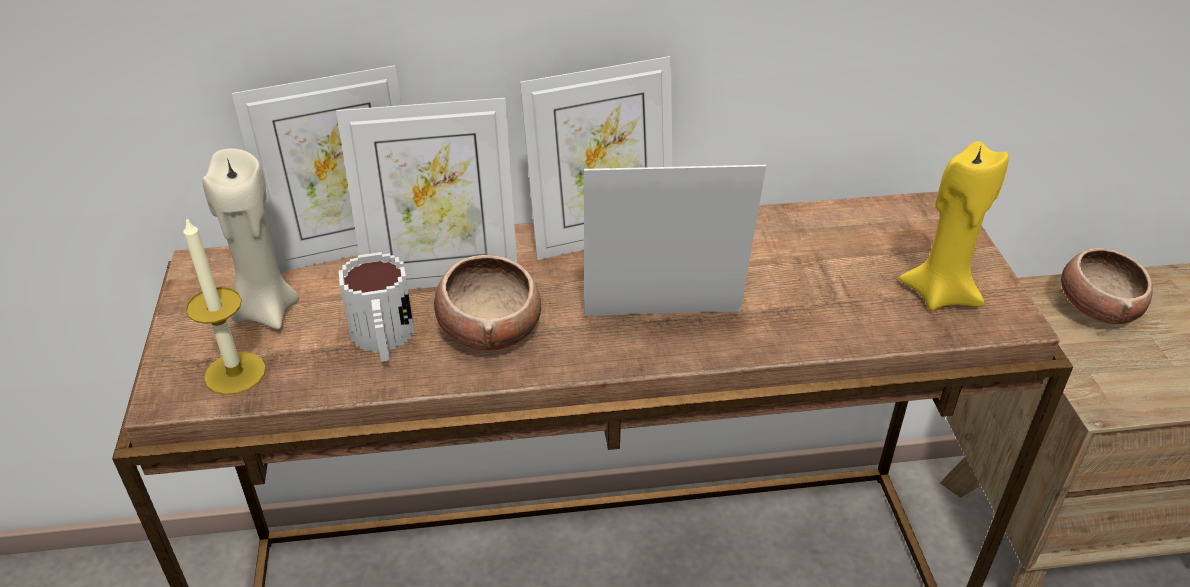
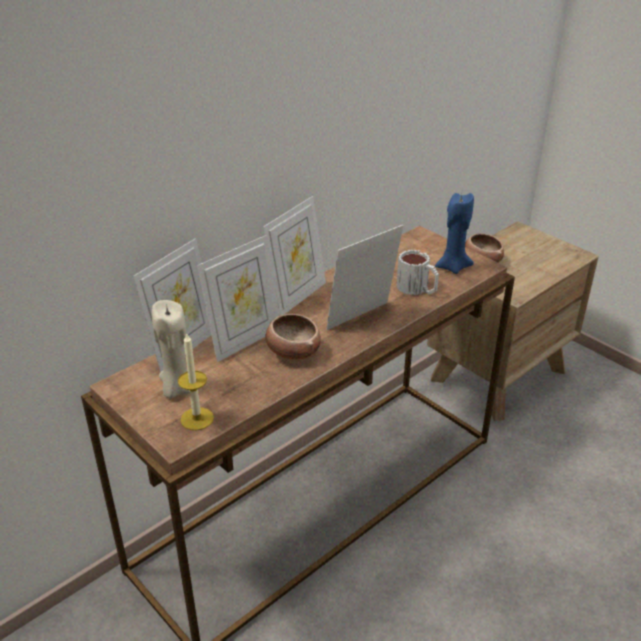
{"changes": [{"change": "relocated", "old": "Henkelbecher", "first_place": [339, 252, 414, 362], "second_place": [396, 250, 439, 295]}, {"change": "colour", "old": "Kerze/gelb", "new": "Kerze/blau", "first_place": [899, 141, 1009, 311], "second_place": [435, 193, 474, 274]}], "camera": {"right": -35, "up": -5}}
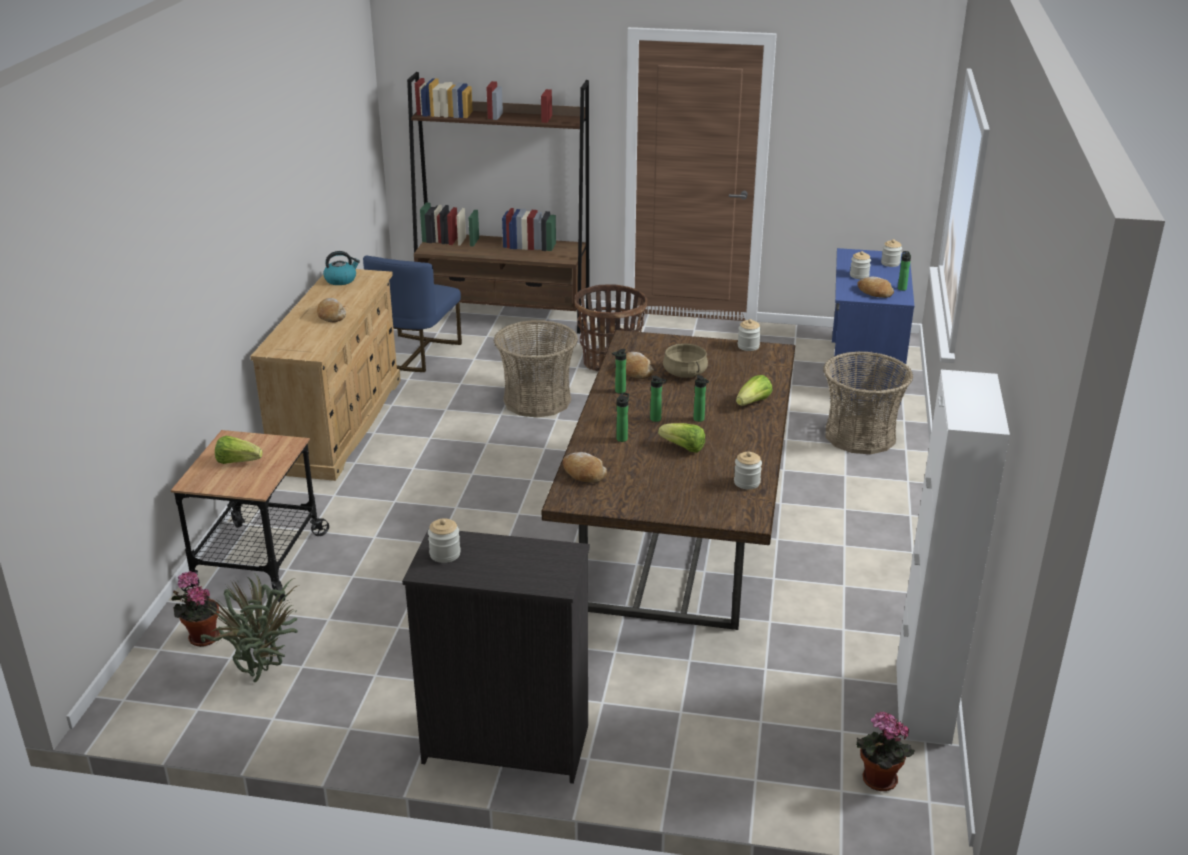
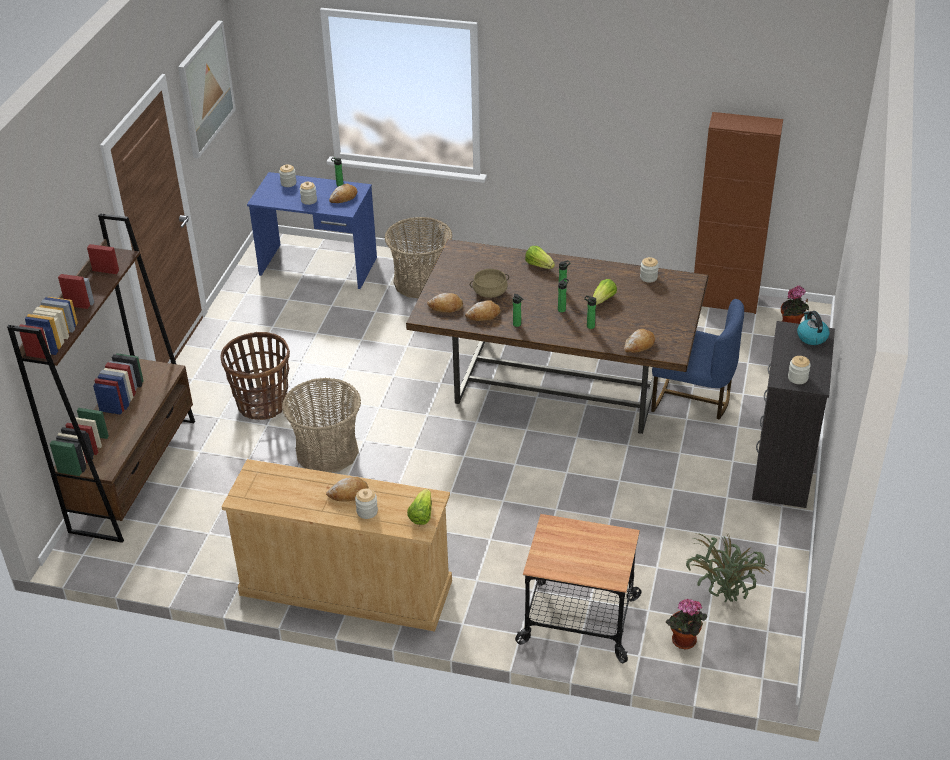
{"changes": [{"change": "appeared", "new": "Bild", "second_place": [178, 21, 236, 159]}, {"change": "relocated", "old": "Vorratsglas", "first_place": [738, 319, 761, 351], "second_place": [355, 488, 378, 519]}, {"change": "relocated", "old": "Salatkopf", "first_place": [215, 436, 263, 464], "second_place": [407, 489, 432, 525]}, {"change": "appeared", "new": "Brot", "second_place": [427, 293, 463, 313]}, {"change": "relocated", "old": "Stuhl/blau", "first_place": [363, 255, 462, 372], "second_place": [651, 299, 744, 419]}, {"change": "colour", "old": "Schrank/weiß", "new": "Schrank/braun", "first_place": [896, 370, 1010, 744], "second_place": [694, 112, 783, 314]}, {"change": "relocated", "old": "Wasserkessel", "first_place": [323, 251, 360, 285], "second_place": [797, 311, 830, 345]}], "camera": {"right": -85, "up": 10}}
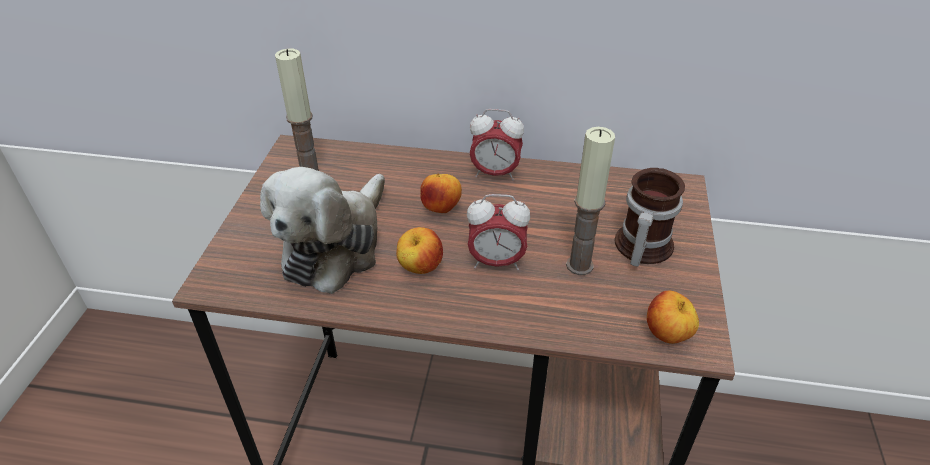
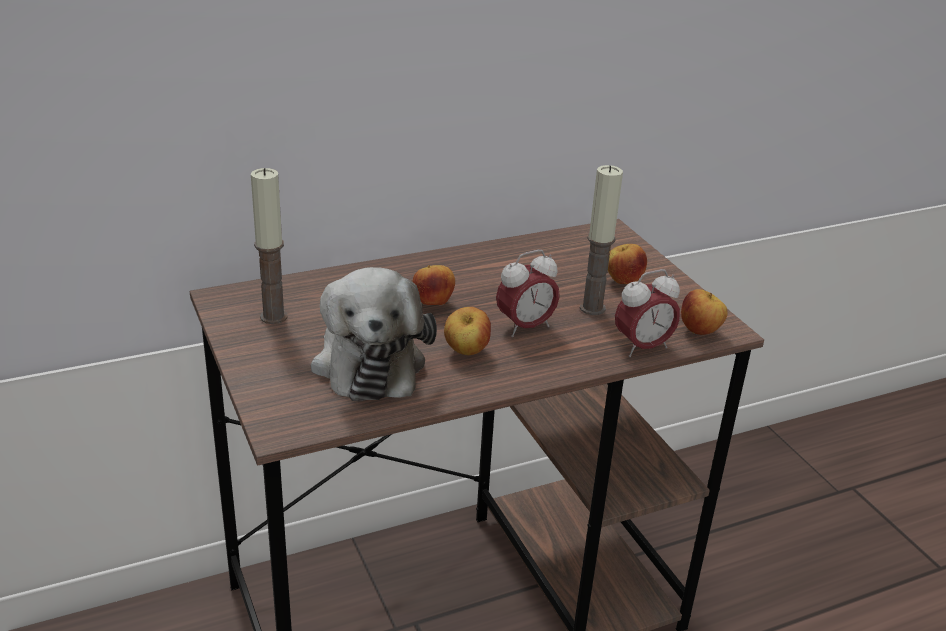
{"changes": [{"change": "exchanged", "old": "Henkelbecher", "new": "Apfel", "first_place": [615, 168, 685, 267], "second_place": [608, 244, 647, 284]}, {"change": "relocated", "old": "Wecker", "first_place": [470, 109, 524, 181], "second_place": [615, 269, 680, 357]}], "camera": {"right": -35, "up": -10}}
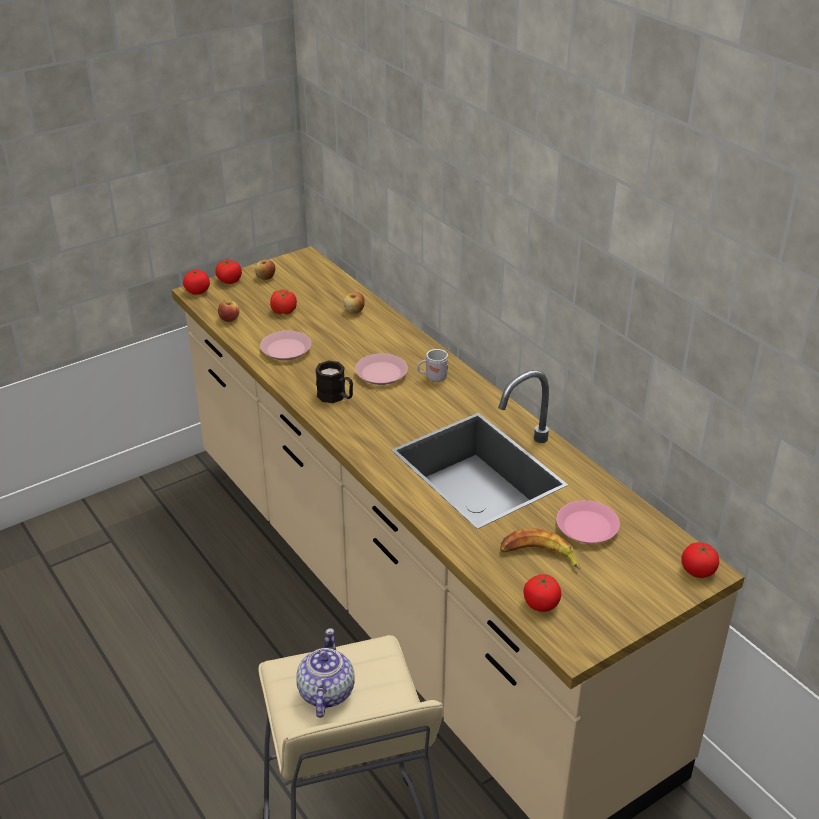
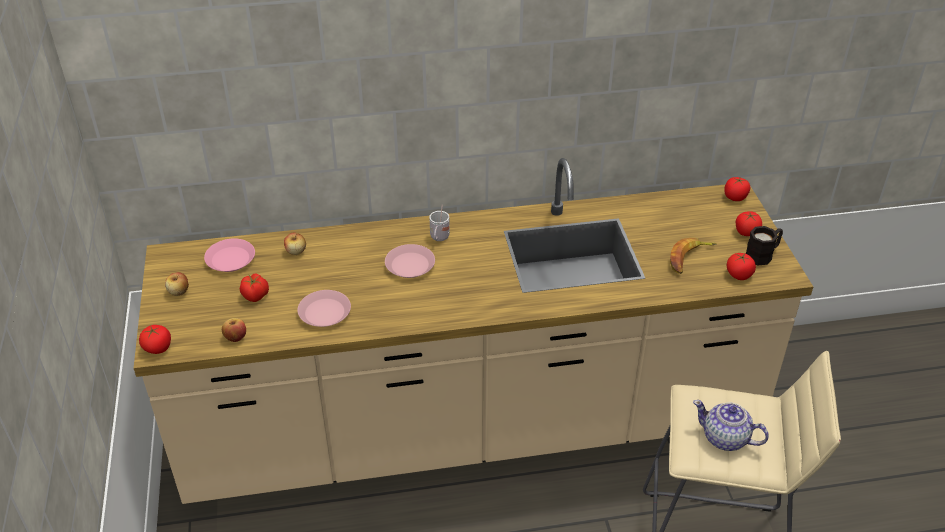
{"changes": [{"change": "relocated", "old": "Teller/rosa", "first_place": [556, 500, 620, 543], "second_place": [204, 239, 255, 272]}, {"change": "relocated", "old": "Tomate", "first_place": [216, 260, 242, 284], "second_place": [735, 211, 762, 236]}, {"change": "relocated", "old": "Henkelbecher/schwarz", "first_place": [315, 361, 353, 403], "second_place": [745, 226, 783, 265]}], "camera": {"right": -65, "up": 5}}
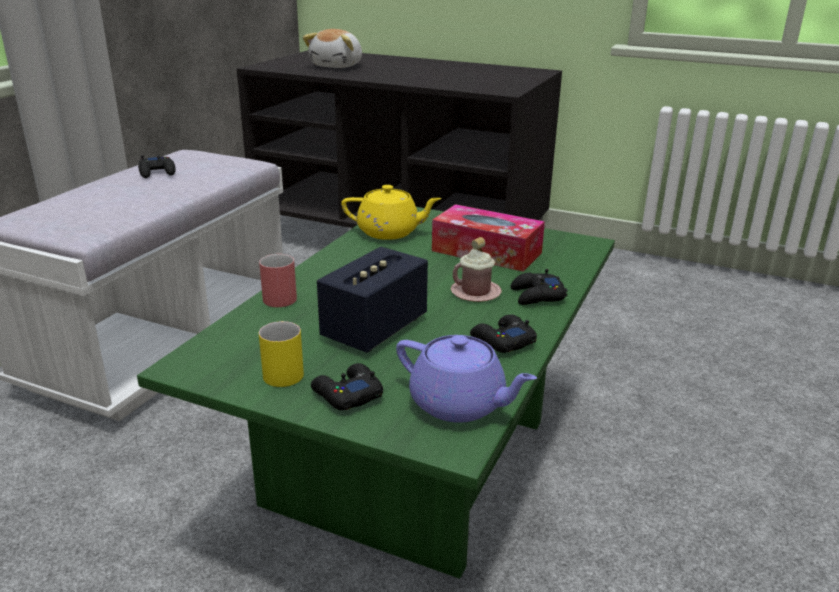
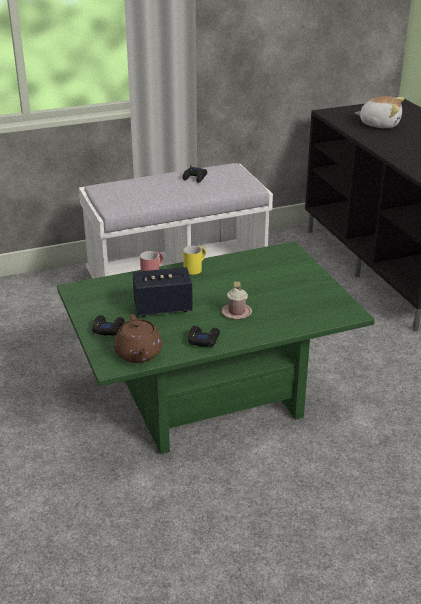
{"changes": [{"change": "colour", "old": "Teekanne/lila", "new": "Teekanne/braun", "first_place": [396, 335, 537, 423], "second_place": [114, 314, 162, 363]}, {"change": "relocated", "old": "Henkelbecher/gelb", "first_place": [259, 321, 304, 387], "second_place": [183, 246, 206, 275]}, {"change": "spun", "old": "Plüschtier", "first_place": [303, 29, 362, 68], "second_place": [355, 96, 404, 128], "degrees": -135}, {"change": "missing", "old": "Teekanne/gelb", "first_place": [341, 185, 442, 240]}, {"change": "missing", "old": "Taschentuchbox", "first_place": [432, 204, 545, 272]}, {"change": "missing", "old": "Gamepad/schwarz", "first_place": [511, 269, 568, 305]}], "camera": {"right": 45, "up": 5}}
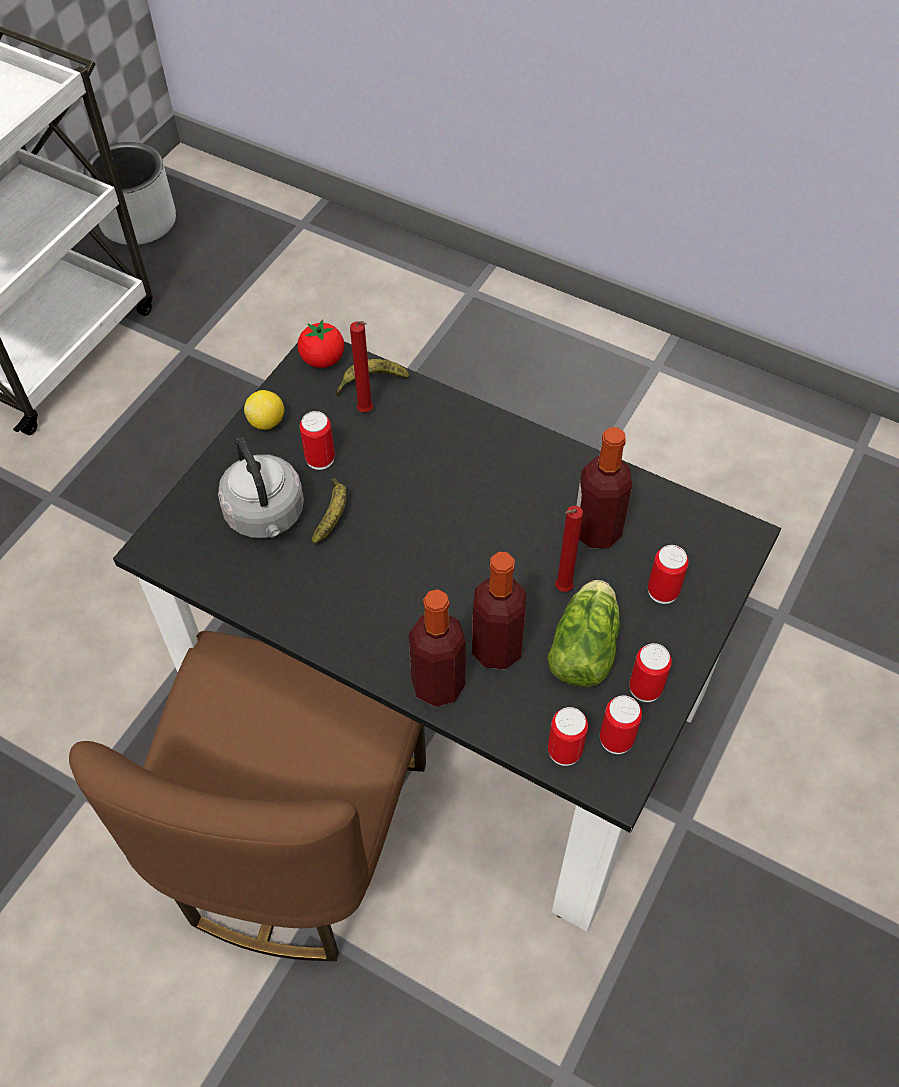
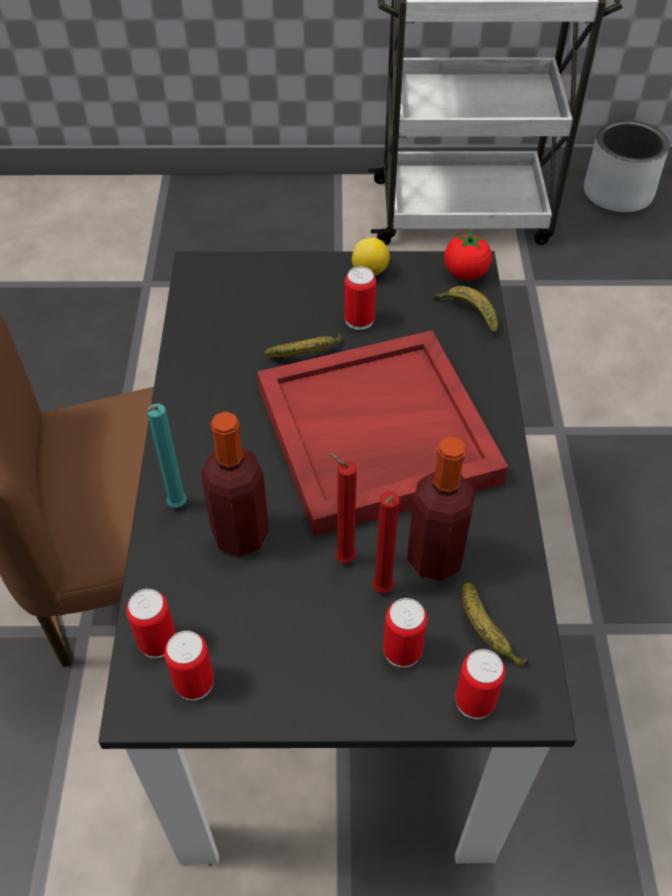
{"changes": [{"change": "exchanged", "old": "Flasche", "new": "Kerze/türkis", "first_place": [409, 589, 466, 707], "second_place": [145, 403, 187, 508]}, {"change": "appeared", "new": "Tablett/rot", "second_place": [257, 330, 508, 536]}, {"change": "relocated", "old": "Kerze/rot", "first_place": [350, 321, 373, 413], "second_place": [373, 491, 400, 593]}, {"change": "relocated", "old": "Dose", "first_place": [629, 643, 672, 702], "second_place": [455, 649, 505, 719]}, {"change": "appeared", "new": "Banane", "second_place": [462, 583, 529, 666]}, {"change": "missing", "old": "Wasserkessel/grau", "first_place": [218, 437, 304, 538]}, {"change": "missing", "old": "Salatkopf", "first_place": [547, 580, 620, 687]}], "camera": {"right": 60, "up": -5}}
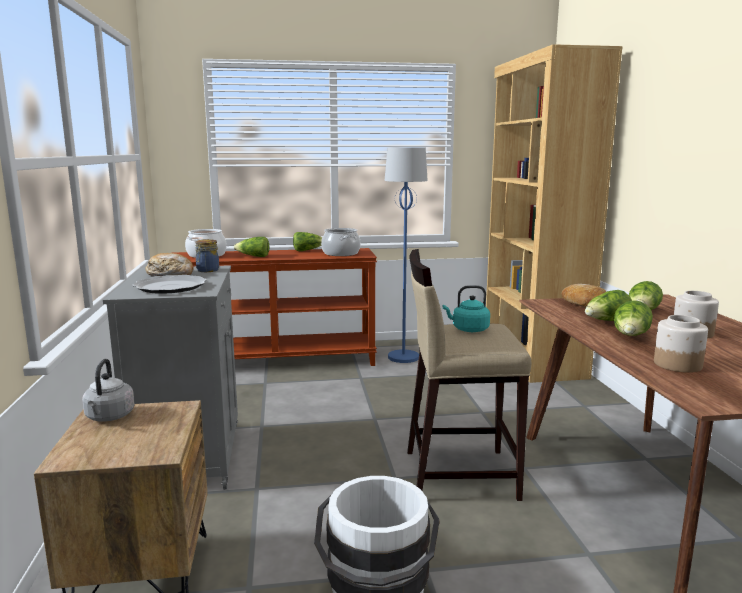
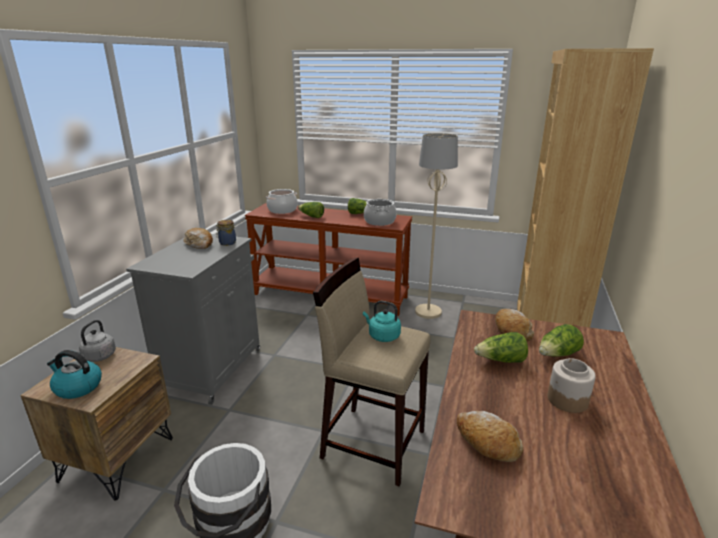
{"changes": [{"change": "appeared", "new": "Wasserkessel", "second_place": [47, 350, 102, 399]}, {"change": "colour", "old": "Stehlampe/blau", "new": "Stehlampe/beige", "first_place": [385, 147, 428, 363], "second_place": [415, 133, 458, 319]}, {"change": "exchanged", "old": "Vorratsglas", "new": "Brot", "first_place": [654, 315, 708, 373], "second_place": [457, 411, 523, 462]}, {"change": "missing", "old": "Teller", "first_place": [133, 275, 207, 294]}, {"change": "missing", "old": "Salatkopf", "first_place": [614, 300, 653, 336]}], "camera": {"right": 25, "up": 10}}
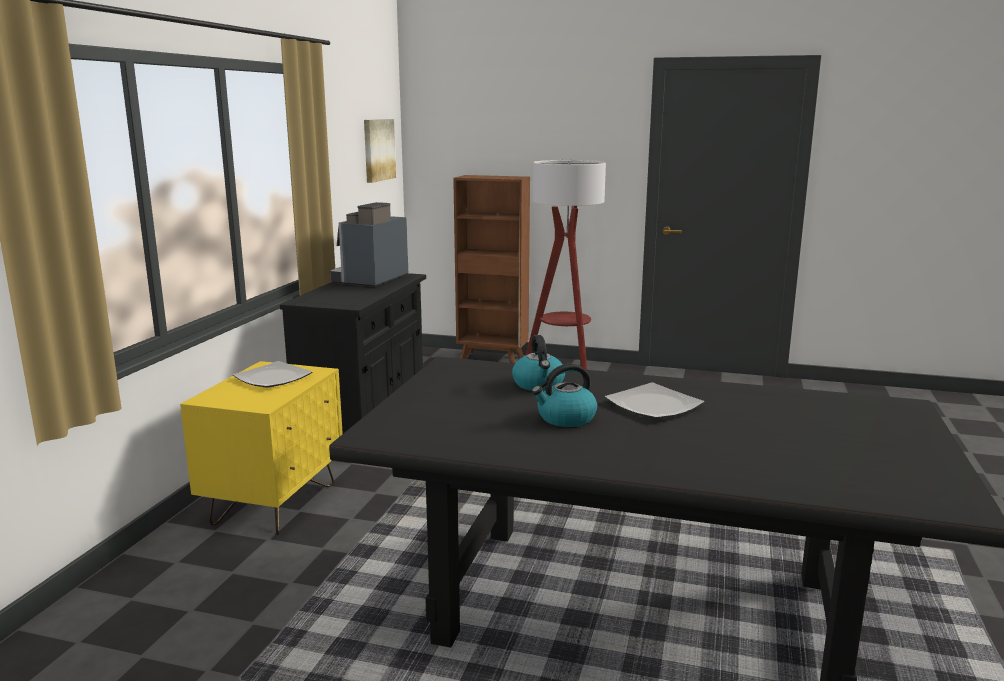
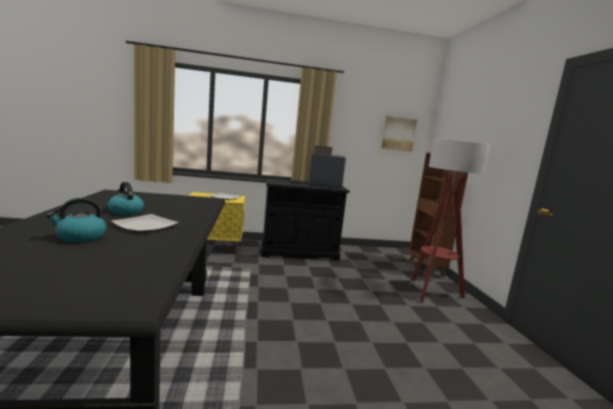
{"changes": [{"change": "relocated", "old": "Wasserkessel", "first_place": [512, 335, 565, 391], "second_place": [46, 198, 106, 243]}], "camera": {"right": 65, "up": -5}}
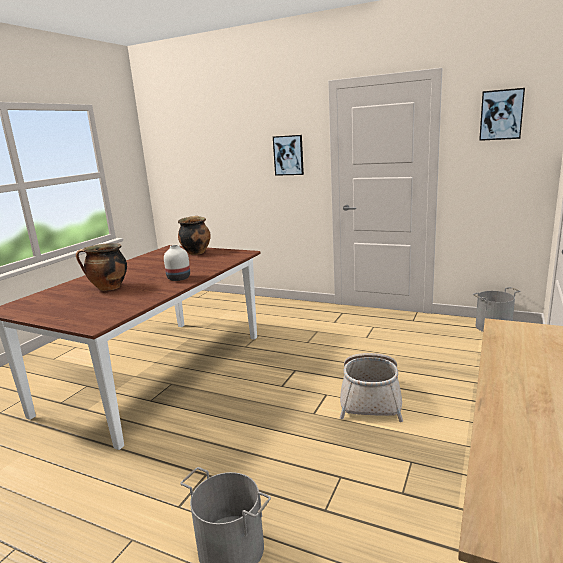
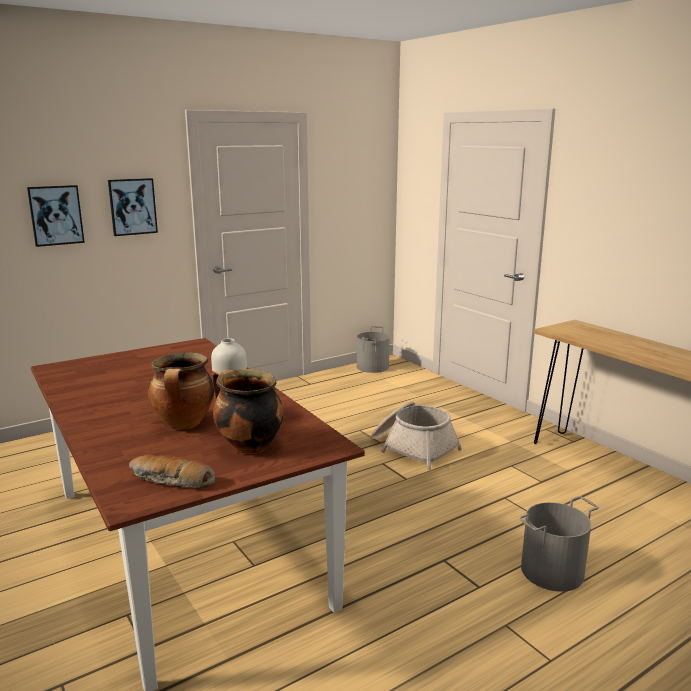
{"changes": [{"change": "relocated", "old": "Bild", "first_place": [479, 88, 525, 141], "second_place": [27, 185, 85, 247]}, {"change": "appeared", "new": "Brot", "second_place": [129, 454, 215, 488]}, {"change": "relocated", "old": "Kochtopf", "first_place": [178, 216, 211, 255], "second_place": [212, 369, 283, 454]}], "camera": {"right": -60, "up": 0}}
